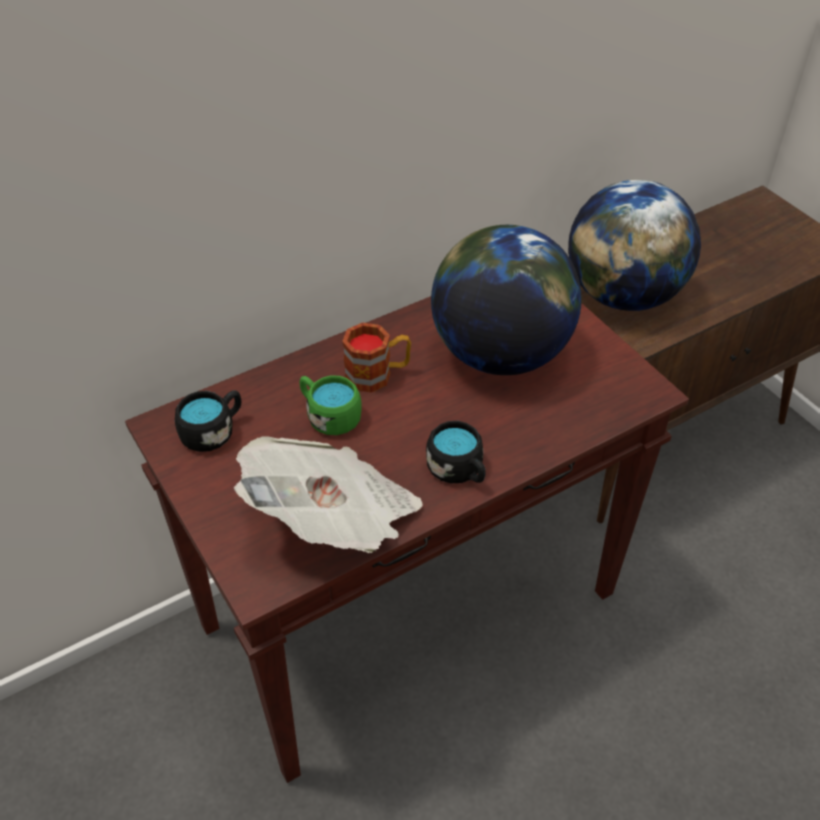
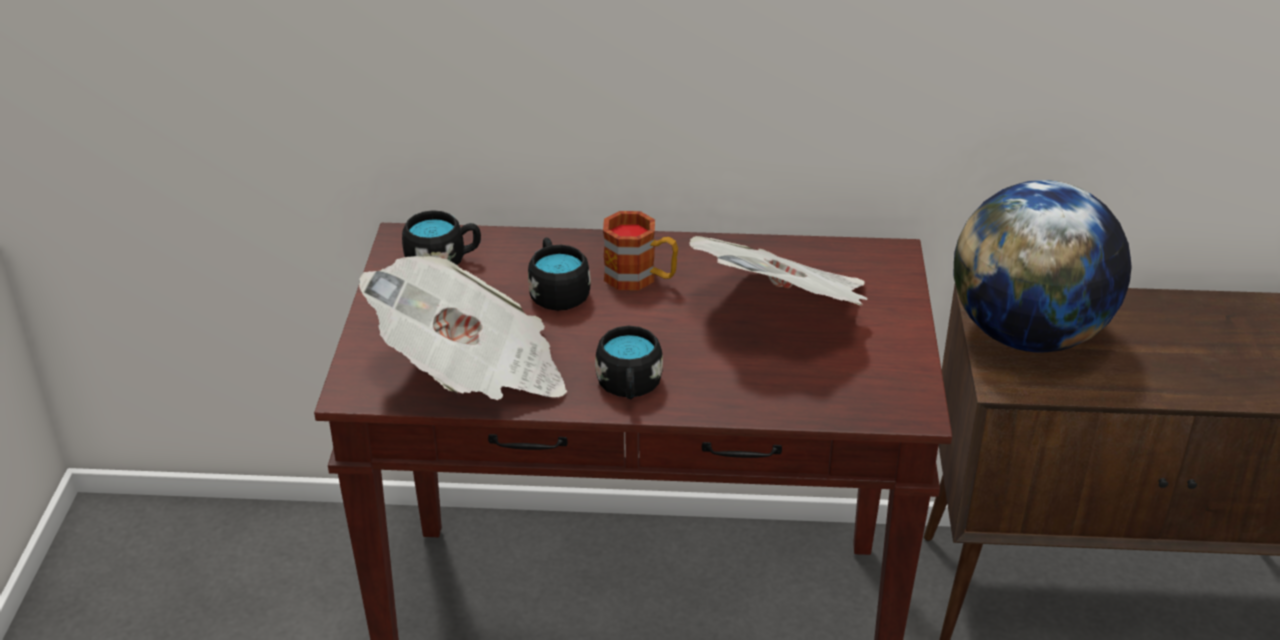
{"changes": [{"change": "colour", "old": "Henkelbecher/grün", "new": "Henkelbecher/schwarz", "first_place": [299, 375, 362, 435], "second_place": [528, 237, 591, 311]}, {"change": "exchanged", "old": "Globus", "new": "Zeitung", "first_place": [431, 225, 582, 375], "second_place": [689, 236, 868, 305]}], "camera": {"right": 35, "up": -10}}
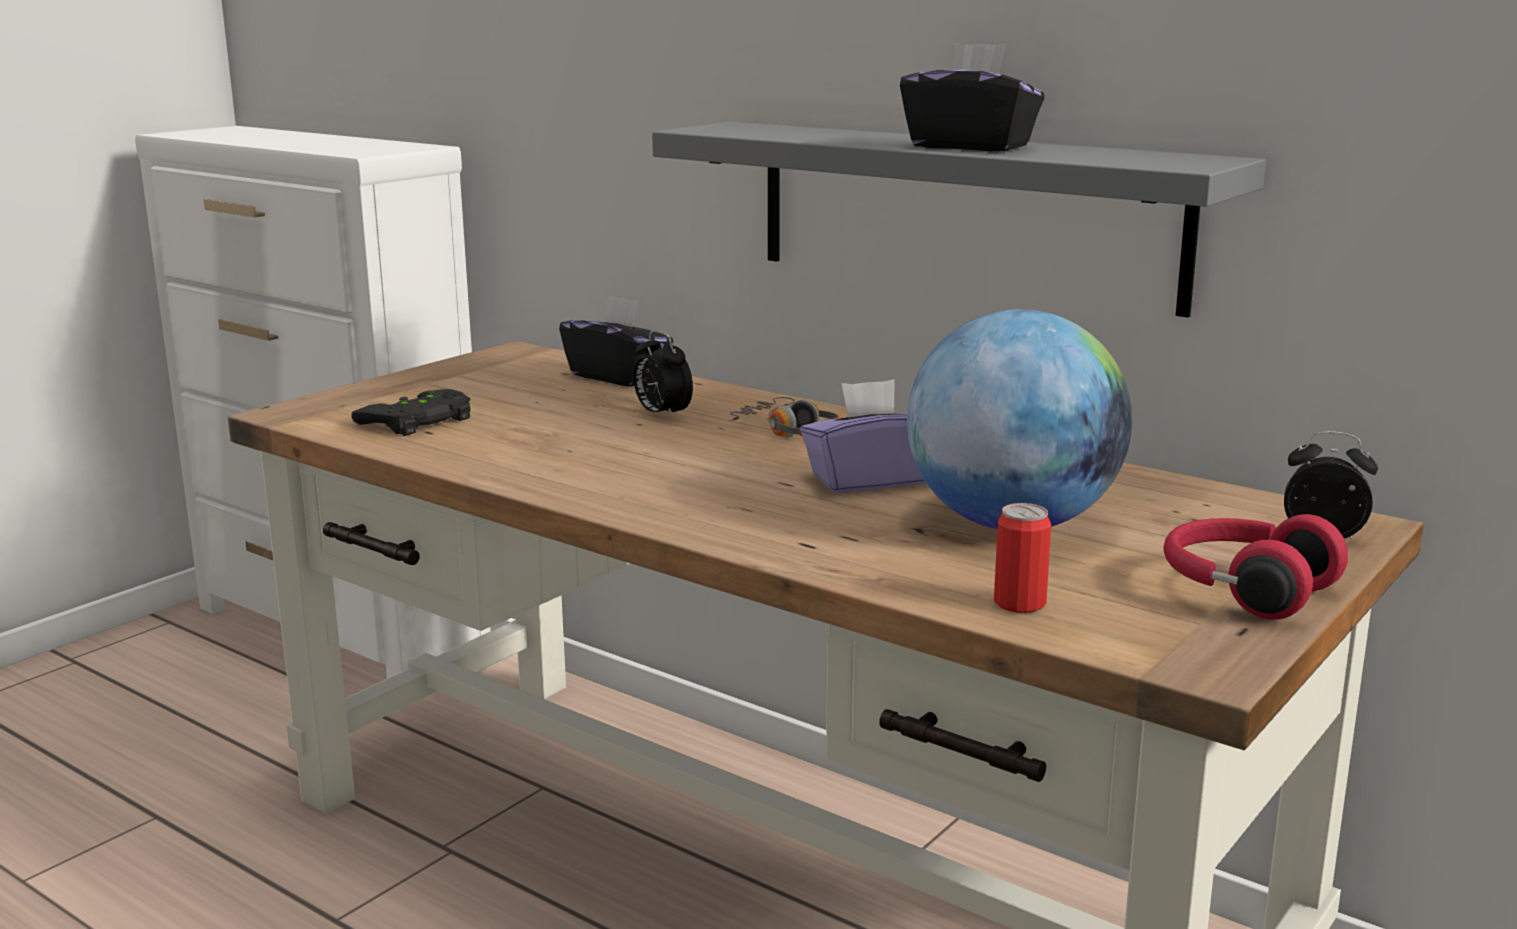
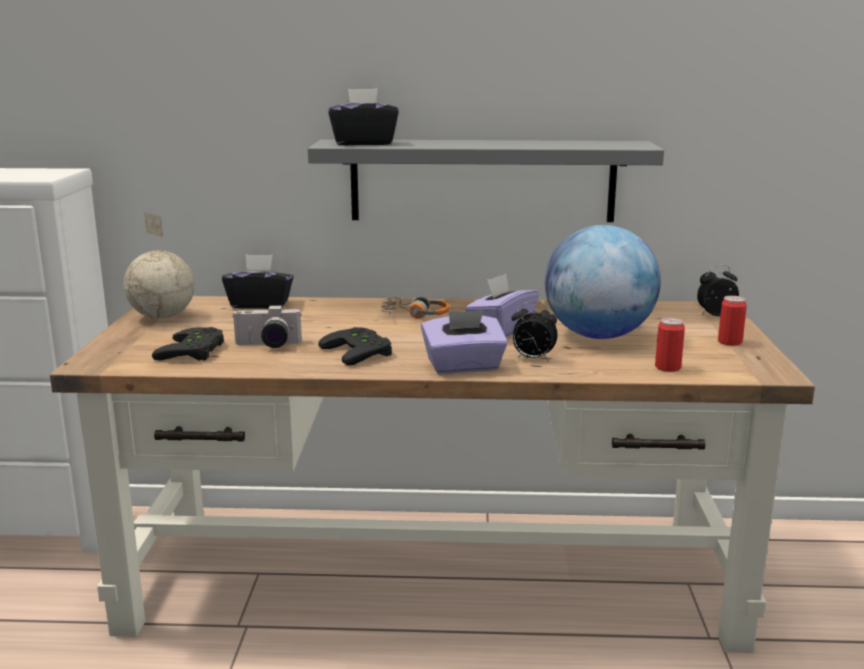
{"changes": [{"change": "appeared", "new": "Globus", "second_place": [124, 212, 195, 319]}, {"change": "appeared", "new": "Kamera", "second_place": [232, 305, 302, 348]}, {"change": "appeared", "new": "Gamepad/schwarz", "second_place": [318, 327, 392, 365]}, {"change": "relocated", "old": "Taschentuchbox/schwarz", "first_place": [900, 43, 1045, 151], "second_place": [328, 88, 399, 145]}, {"change": "appeared", "new": "Taschentuchbox/lila", "second_place": [421, 310, 508, 374]}, {"change": "relocated", "old": "Wecker", "first_place": [634, 330, 693, 421], "second_place": [511, 302, 558, 361]}, {"change": "exchanged", "old": "Kopfhörer/rot", "new": "Dose", "first_place": [1163, 514, 1348, 620], "second_place": [718, 296, 747, 346]}], "camera": {"right": -35, "up": 0}}
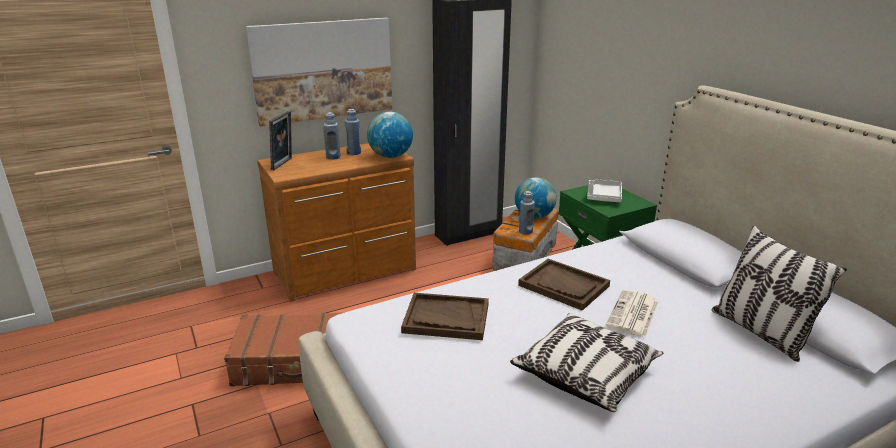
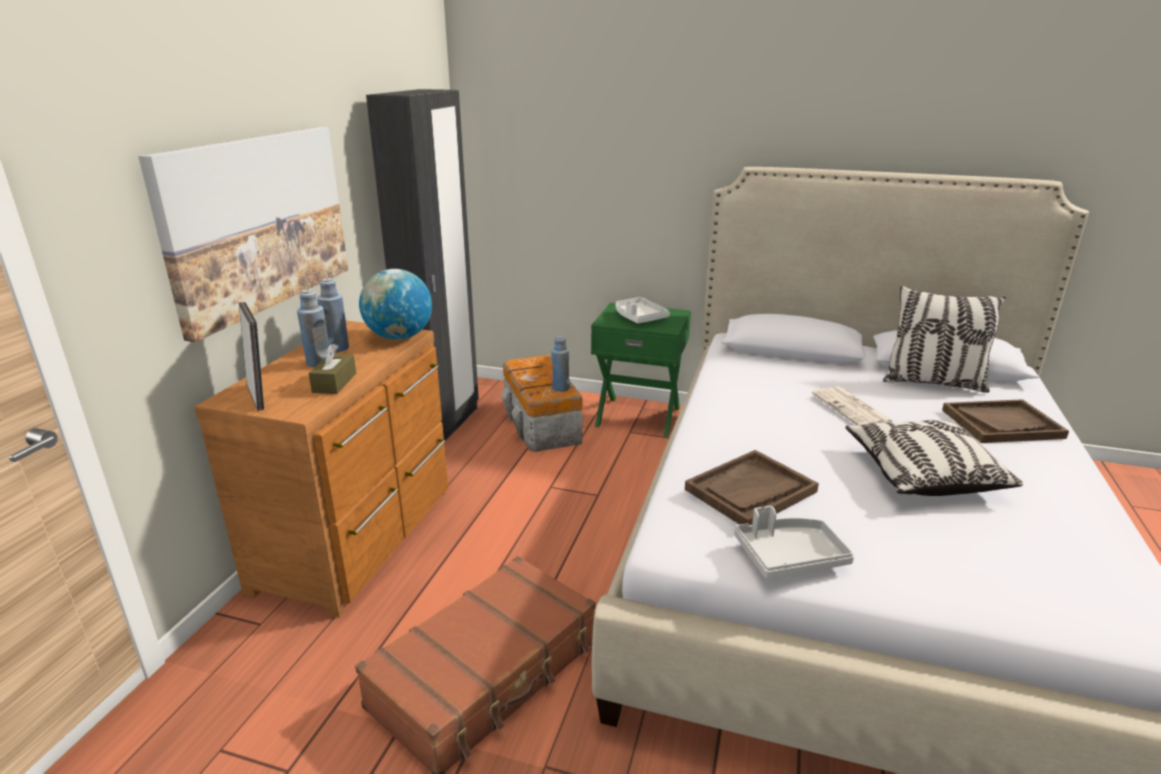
{"changes": [{"change": "appeared", "new": "Taschentuchbox/braun", "second_place": [308, 344, 356, 394]}, {"change": "appeared", "new": "Tablett/grau", "second_place": [734, 506, 854, 579]}, {"change": "relocated", "old": "Tablett/braun", "first_place": [518, 259, 610, 311], "second_place": [942, 399, 1069, 443]}, {"change": "missing", "old": "Globus", "first_place": [515, 177, 557, 219]}], "camera": {"right": -45, "up": 0}}
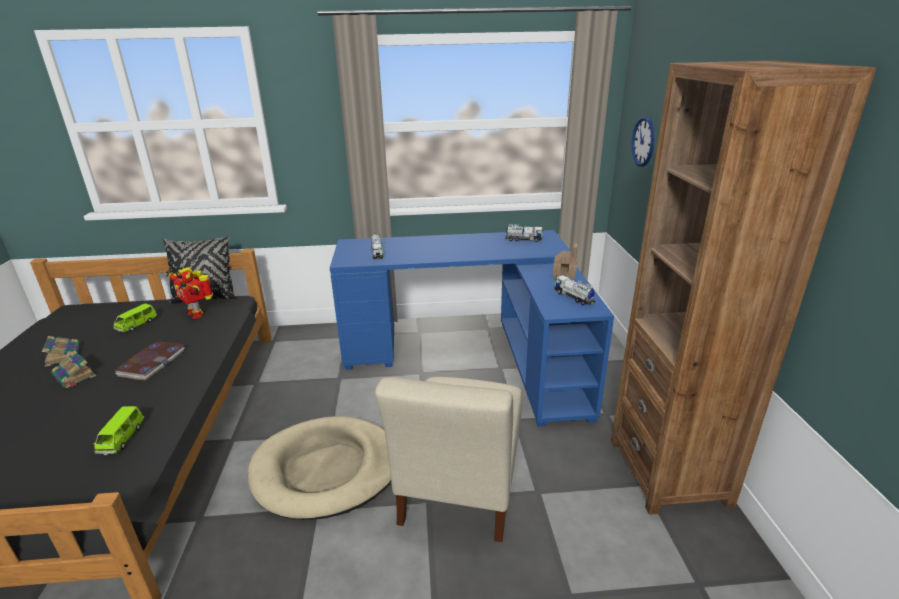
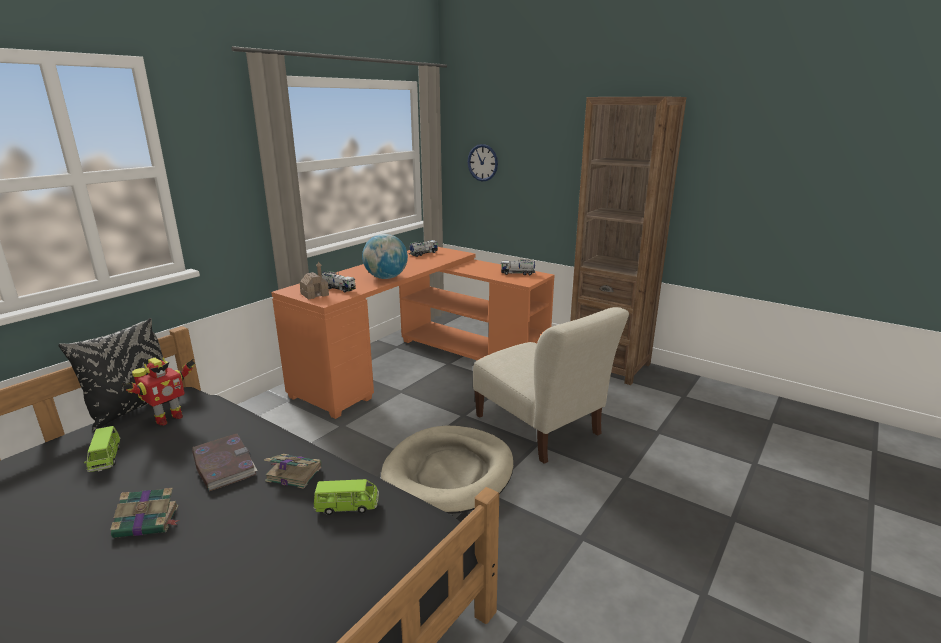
{"changes": [{"change": "spun", "old": "Spielzeugroboter", "first_place": [165, 267, 213, 319], "second_place": [121, 357, 196, 425], "degrees": -45}, {"change": "relocated", "old": "Buch", "first_place": [42, 336, 80, 367], "second_place": [264, 454, 322, 489]}, {"change": "colour", "old": "Schreibtisch/blau", "new": "Schreibtisch/orange", "first_place": [330, 230, 614, 427], "second_place": [271, 247, 554, 419]}, {"change": "relocated", "old": "Spielzeughaus", "first_place": [553, 243, 579, 279], "second_place": [300, 262, 329, 300]}, {"change": "spun", "old": "Spielzeugauto/grün", "first_place": [93, 406, 144, 455], "second_place": [313, 479, 379, 515], "degrees": -45}, {"change": "appeared", "new": "Globus", "second_place": [362, 234, 408, 279]}], "camera": {"right": -50, "up": -5}}
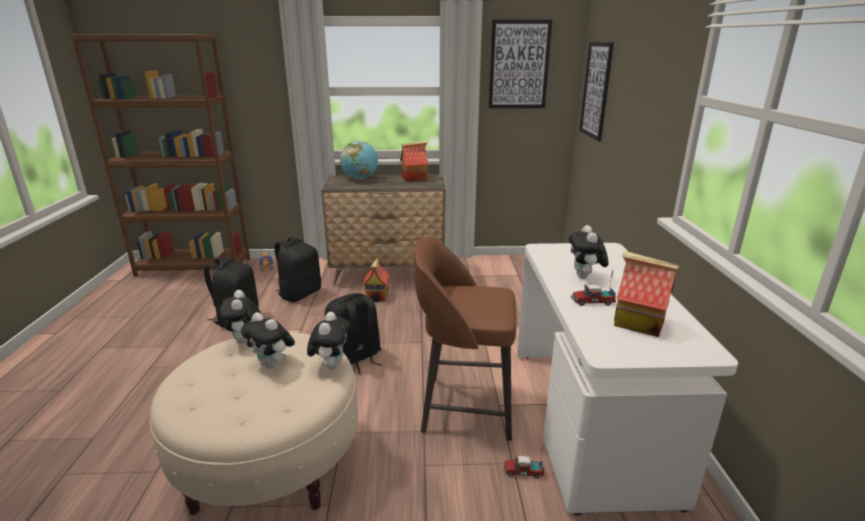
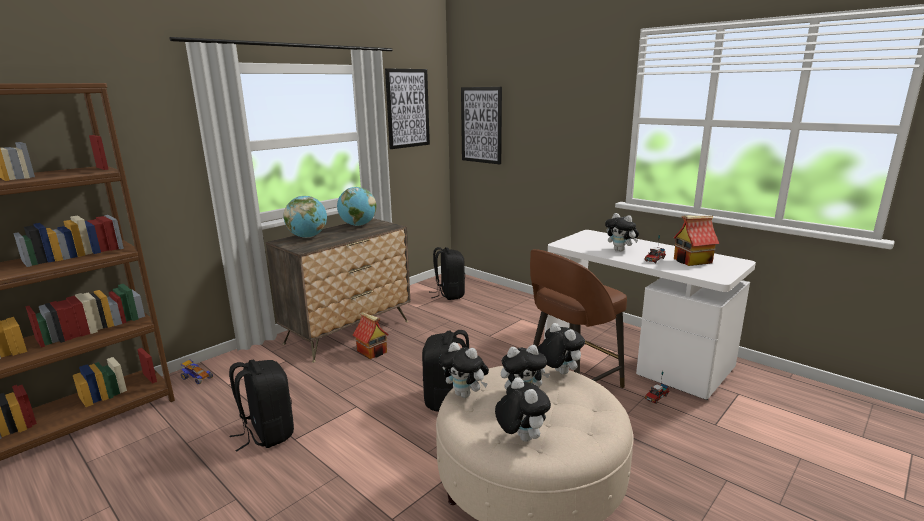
{"changes": [{"change": "exchanged", "old": "Spielzeughaus", "new": "Globus", "first_place": [400, 140, 428, 182], "second_place": [337, 187, 377, 226]}, {"change": "relocated", "old": "Rucksack/schwarz", "first_place": [274, 236, 321, 302], "second_place": [431, 247, 465, 300]}, {"change": "appeared", "new": "Plüschtier", "second_place": [495, 377, 551, 442]}], "camera": {"right": -45, "up": -5}}
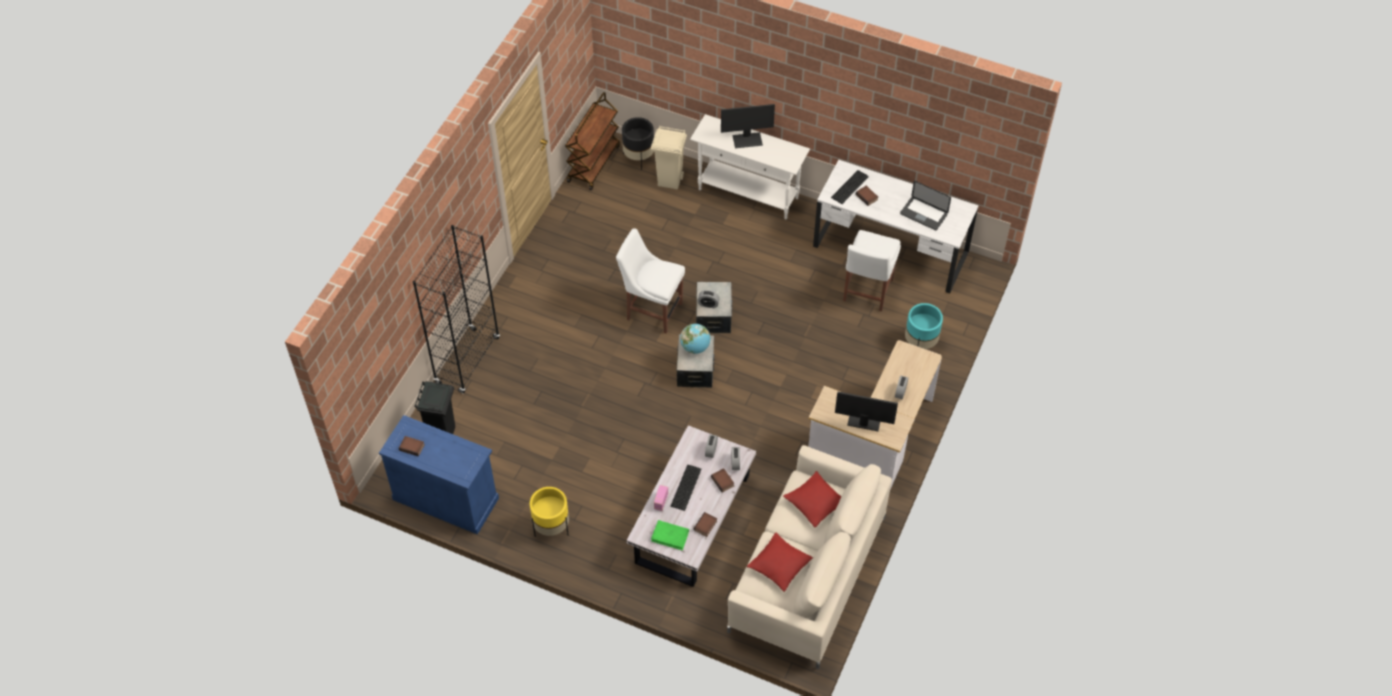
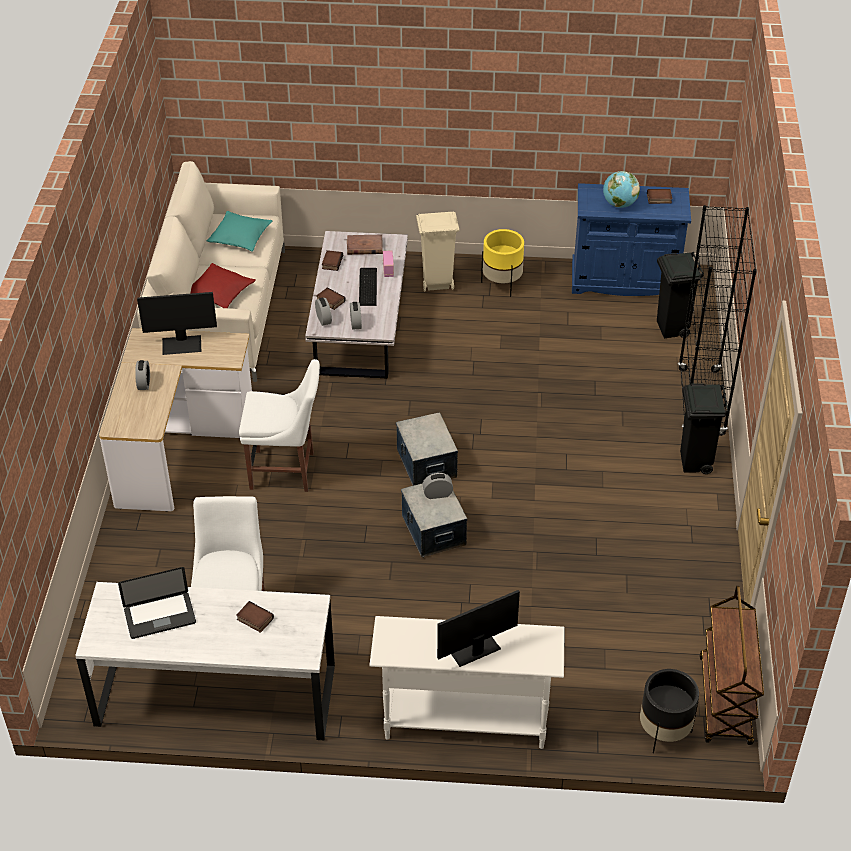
{"changes": [{"change": "spun", "old": "Laptop", "first_place": [900, 181, 951, 230], "second_place": [118, 567, 196, 639], "degrees": 150}, {"change": "colour", "old": "Kissen/rot", "new": "Kissen/türkis", "first_place": [747, 532, 813, 592], "second_place": [207, 211, 272, 252]}, {"change": "relocated", "old": "Stuhl/weiß", "first_place": [616, 228, 685, 333], "second_place": [239, 359, 320, 492]}, {"change": "colour", "old": "Buch/grün", "new": "Buch/braun", "first_place": [651, 520, 689, 551], "second_place": [347, 235, 383, 255]}, {"change": "relocated", "old": "Mülleimer/beige", "first_place": [651, 126, 687, 189], "second_place": [416, 211, 459, 291]}, {"change": "relocated", "old": "Globus", "first_place": [680, 324, 710, 354], "second_place": [603, 171, 640, 208]}, {"change": "appeared", "new": "Mülleimer/schwarz", "second_place": [680, 383, 729, 474]}, {"change": "missing", "old": "Tastatur", "first_place": [831, 170, 869, 204]}, {"change": "missing", "old": "Pflanzkübel/türkis", "first_place": [905, 303, 943, 349]}], "camera": {"right": 160, "up": -10}}
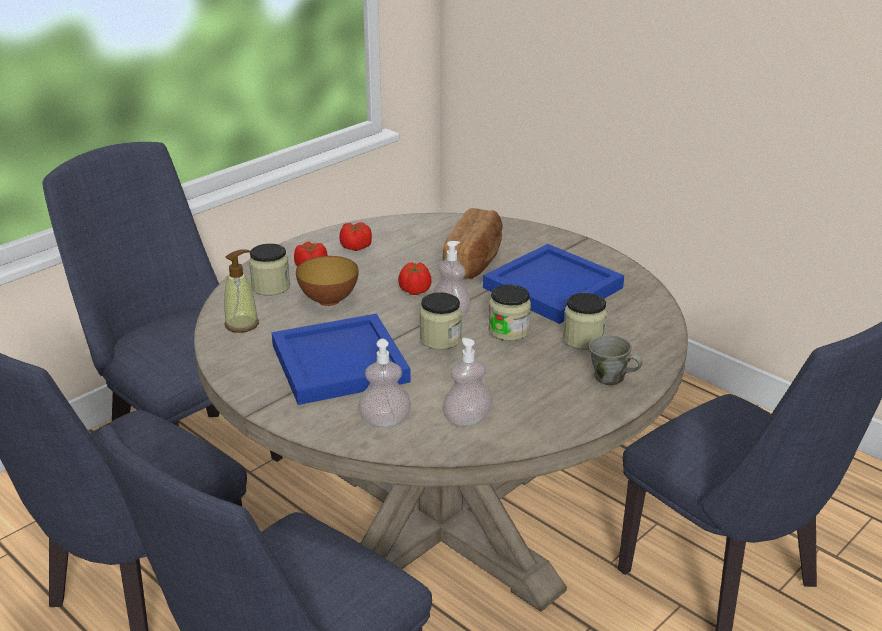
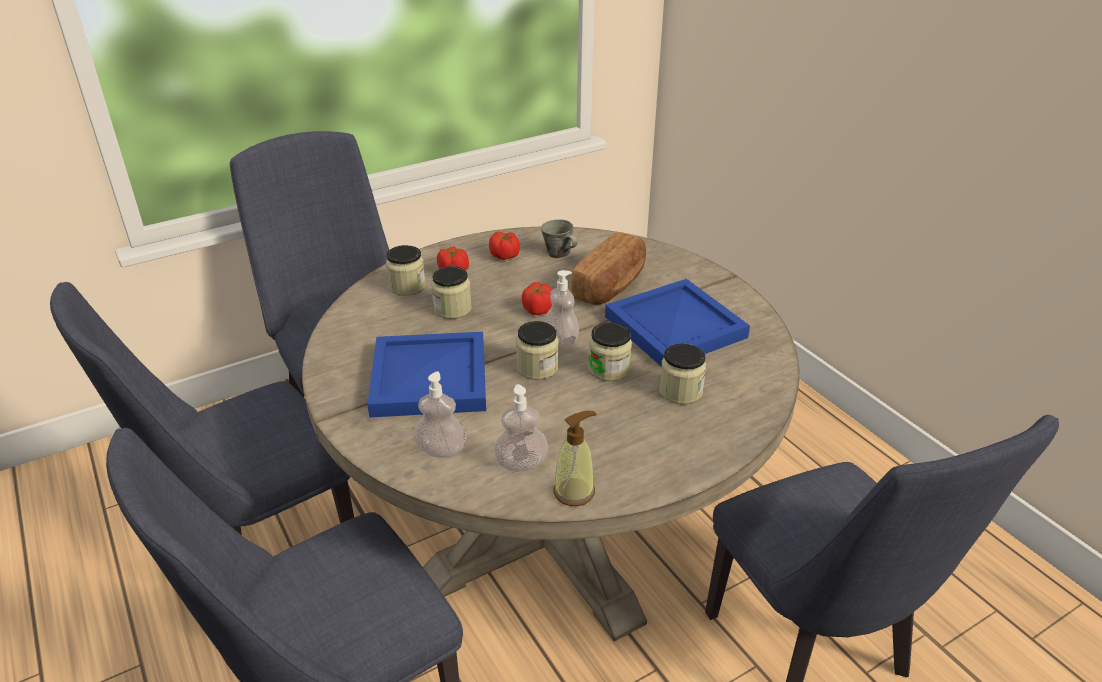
{"changes": [{"change": "exchanged", "old": "Schüssel", "new": "Vorratsglas", "first_place": [296, 256, 359, 306], "second_place": [431, 266, 472, 319]}, {"change": "relocated", "old": "Henkelbecher/grau", "first_place": [589, 335, 642, 386], "second_place": [541, 219, 578, 258]}, {"change": "relocated", "old": "Seifenspender", "first_place": [224, 249, 259, 333], "second_place": [553, 411, 596, 506]}], "camera": {"right": 15, "up": 5}}
